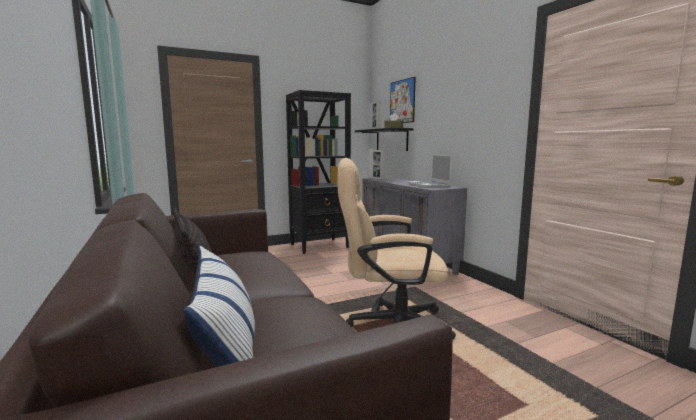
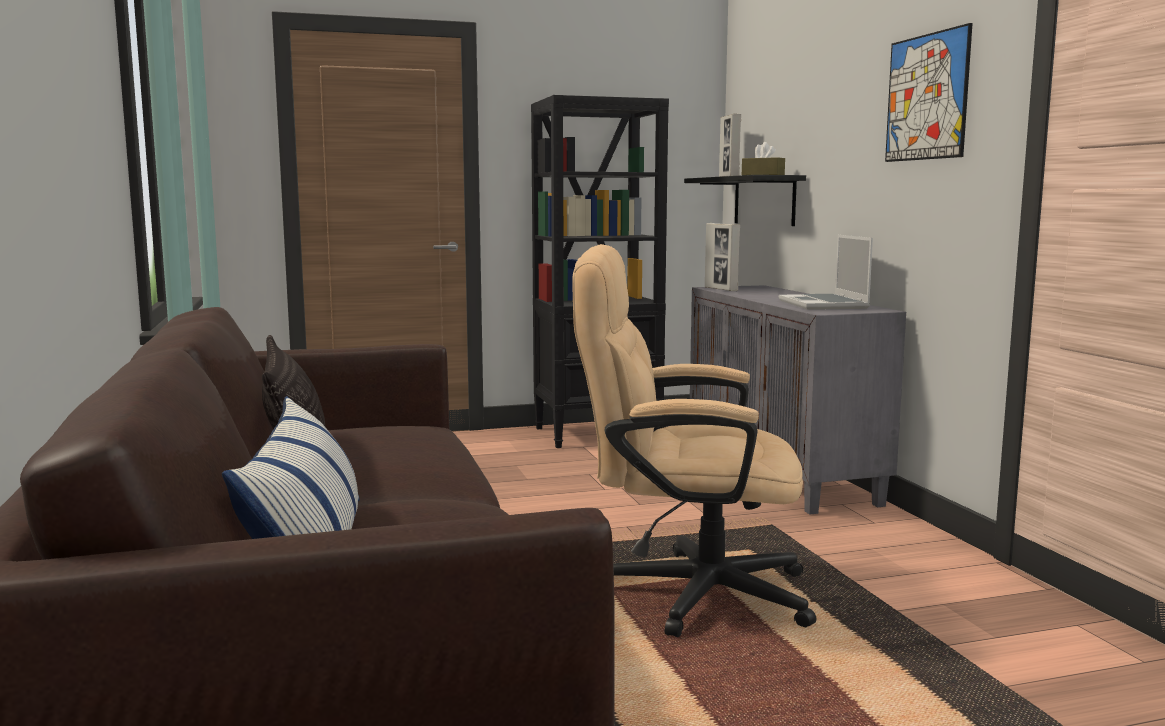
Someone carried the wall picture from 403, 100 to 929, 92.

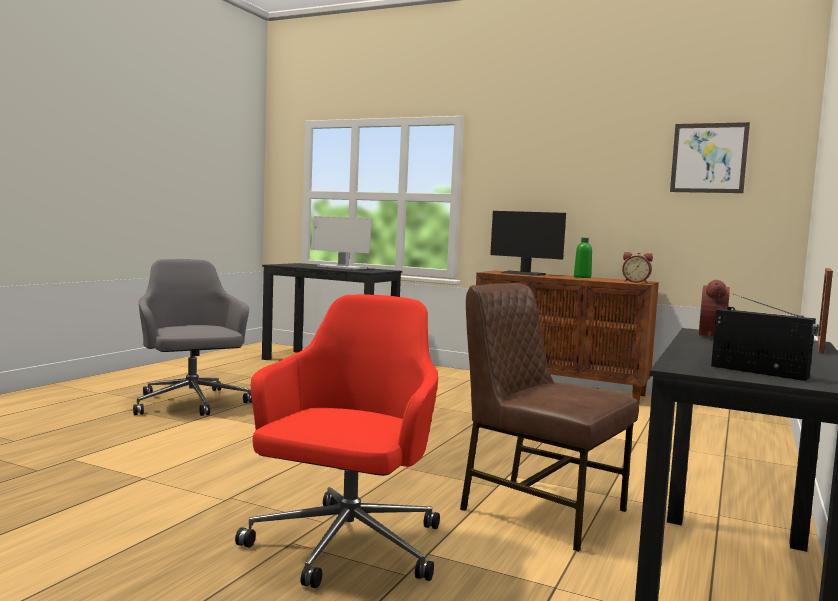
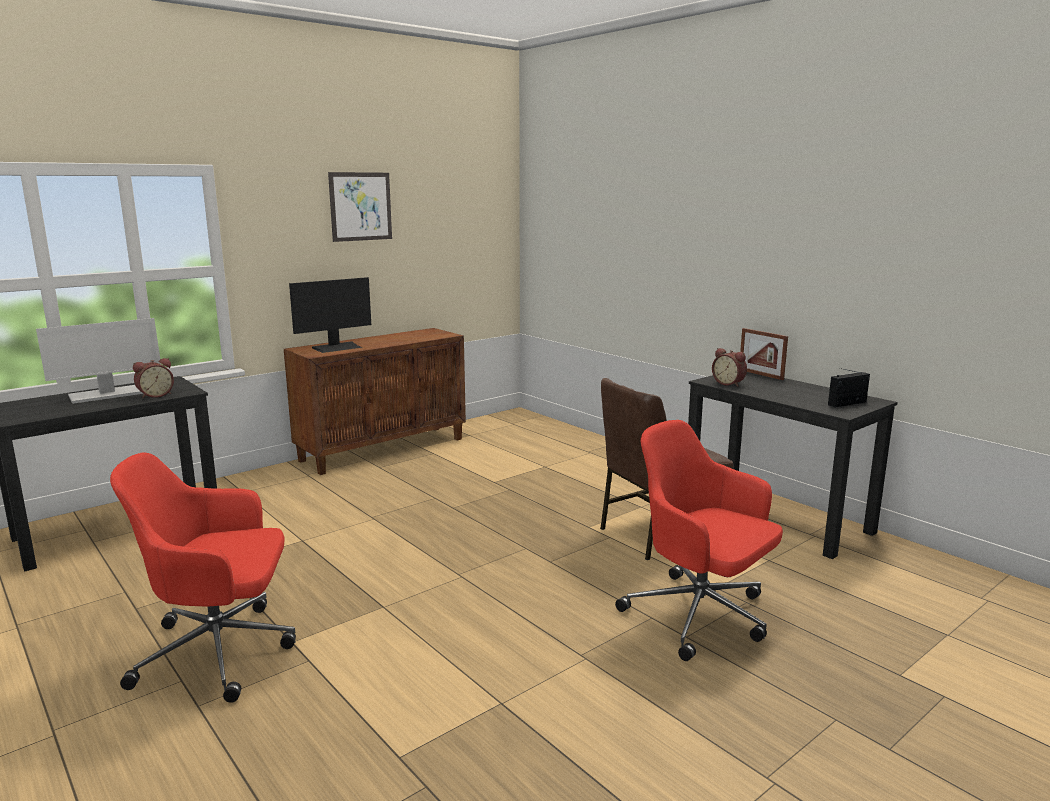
Someone took away the green drink bottle at 583, 258. Someone carried the table clock from 637, 267 to 153, 378. Someone carried the wall picture from 710, 157 to 360, 207. Someone repainted the grey computer chair at 192, 337, which became the red-coloured computer chair at 203, 577.

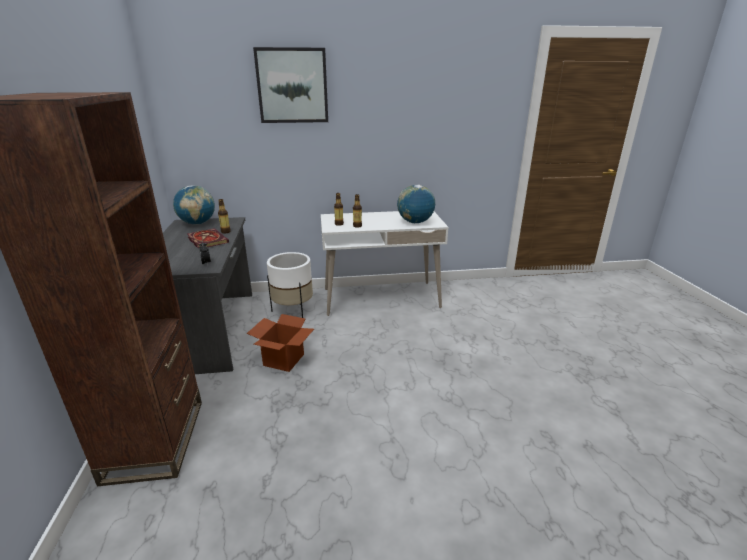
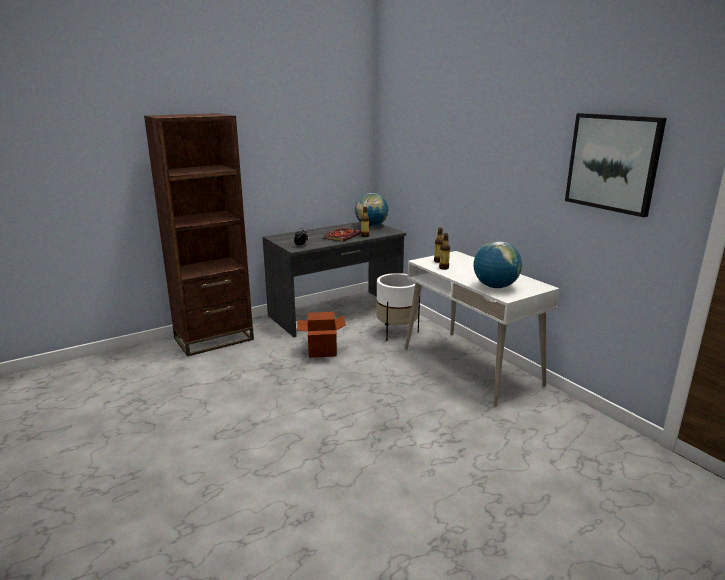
Someone carried the wall picture from 290, 85 to 616, 165.

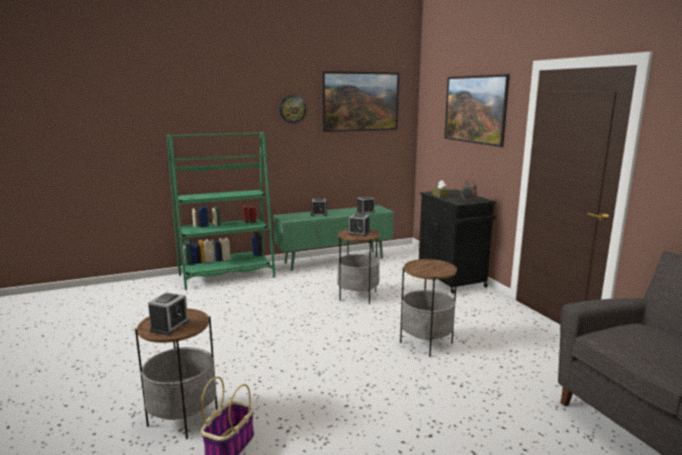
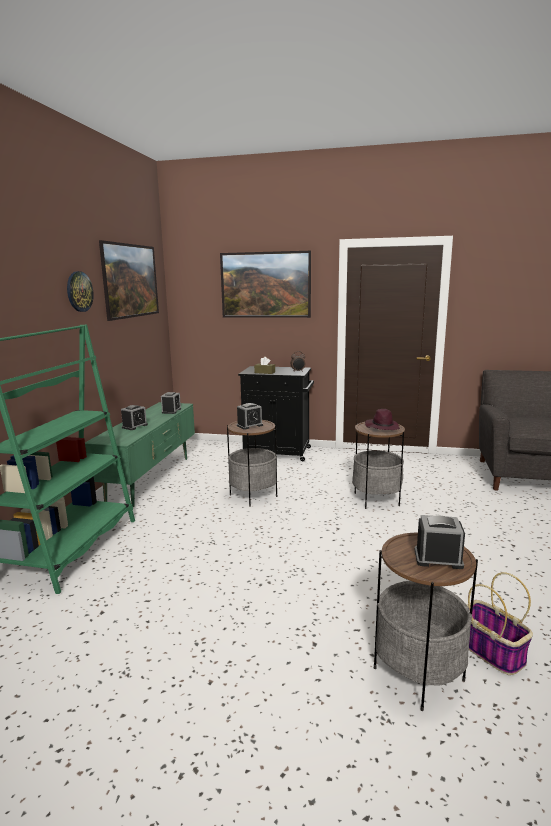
Someone put down the purple clothing hat at 382, 419. Someone rotated the table clock at 168, 314 by 45 degrees counterclockwise.

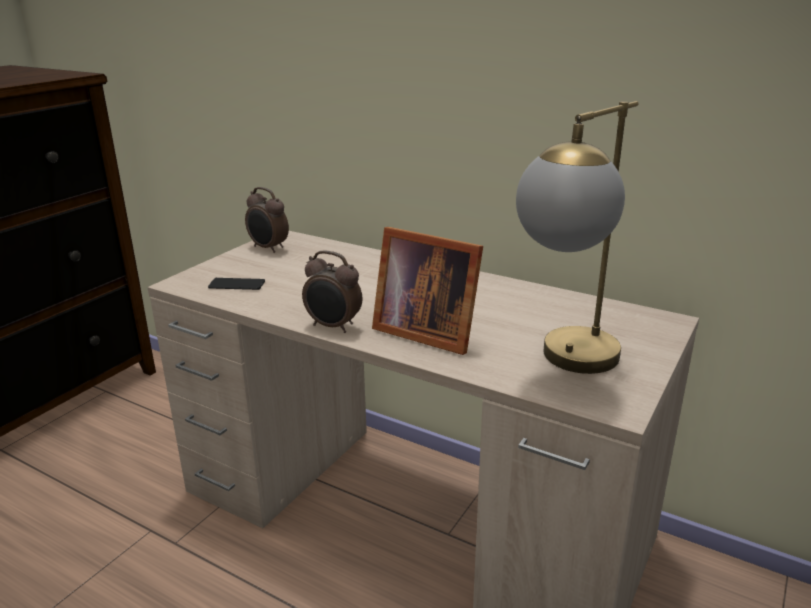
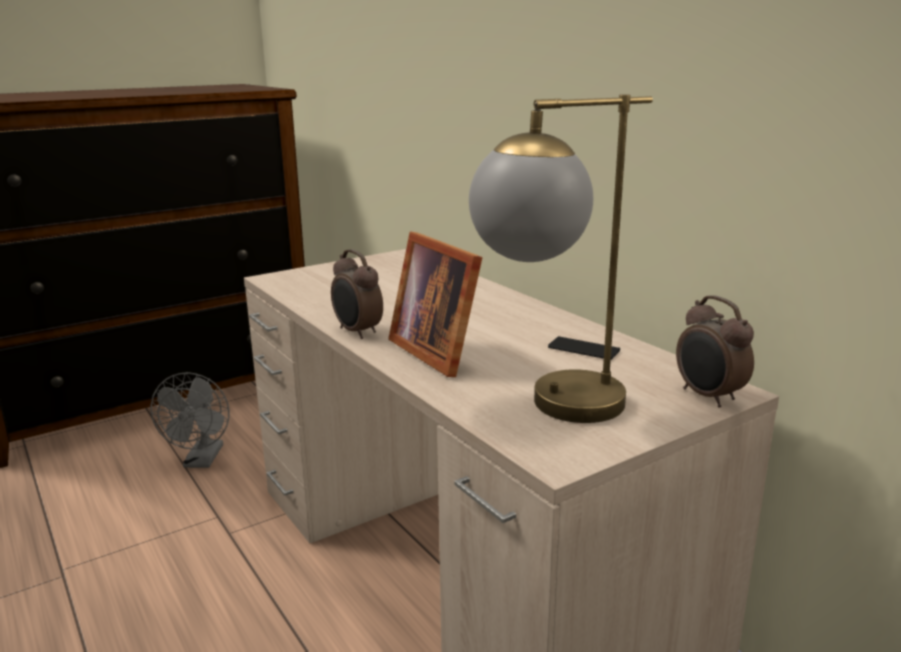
Someone put down the grey electric fan at 190, 420. Someone carried the handset from 236, 284 to 584, 348. Someone carried the table clock from 267, 220 to 715, 351.

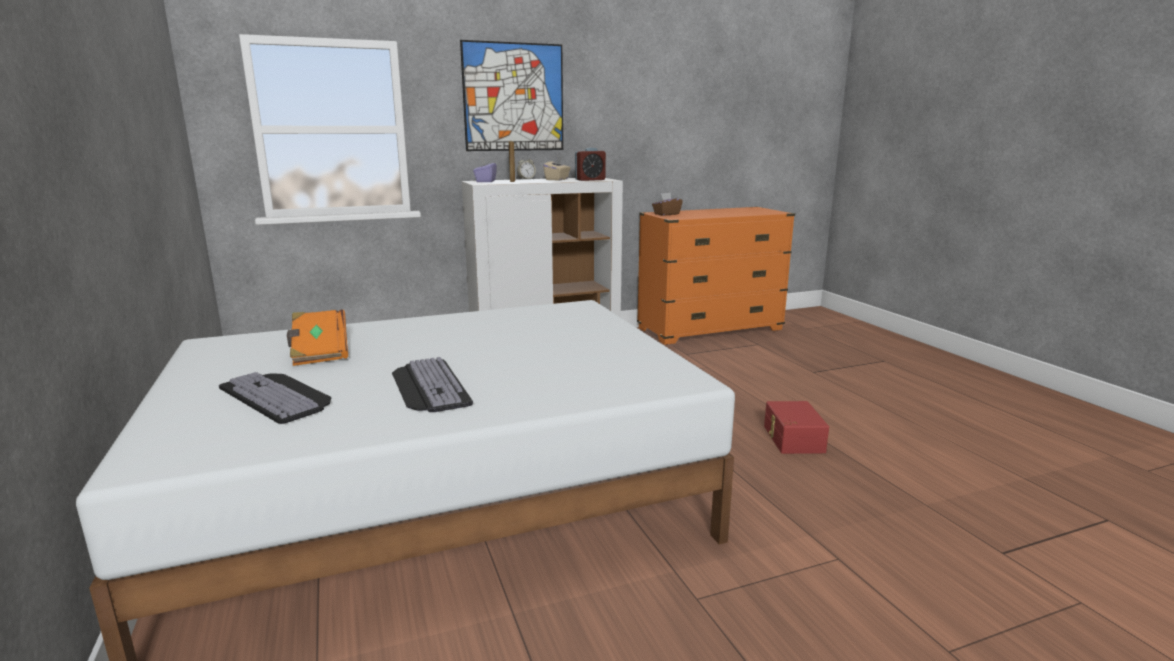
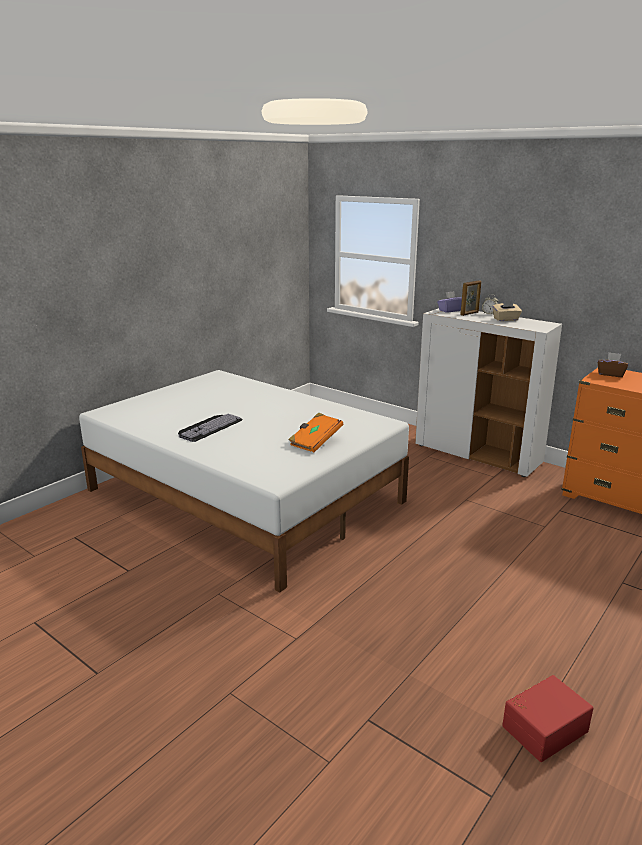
Someone took away the computer keyboard at 275, 398. Someone took away the wall picture at 511, 95. Someone took away the table clock at 590, 164. Someone carried the orange bound book from 317, 337 to 315, 432. Someone carried the red-coloured storage box from 796, 427 to 547, 718.

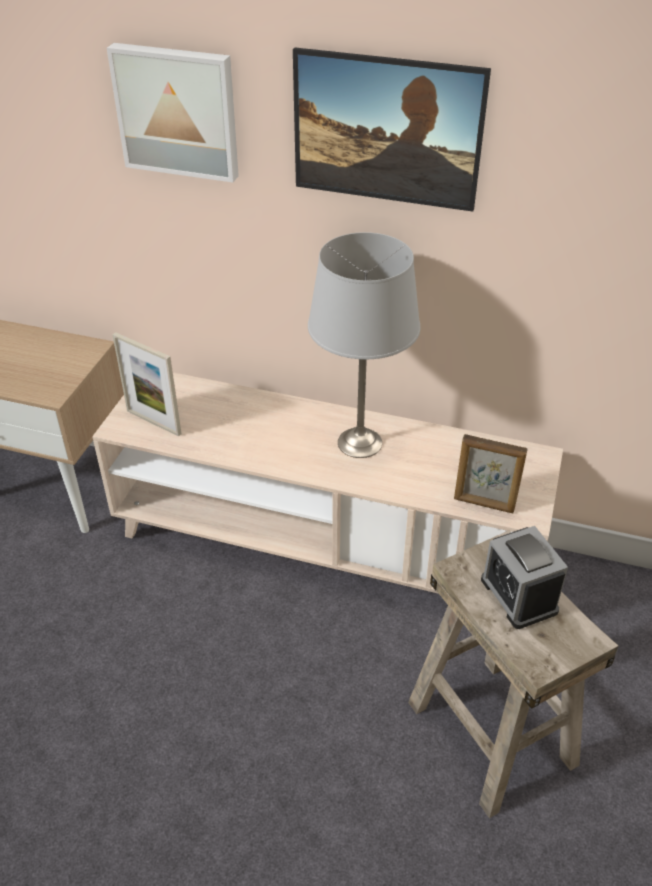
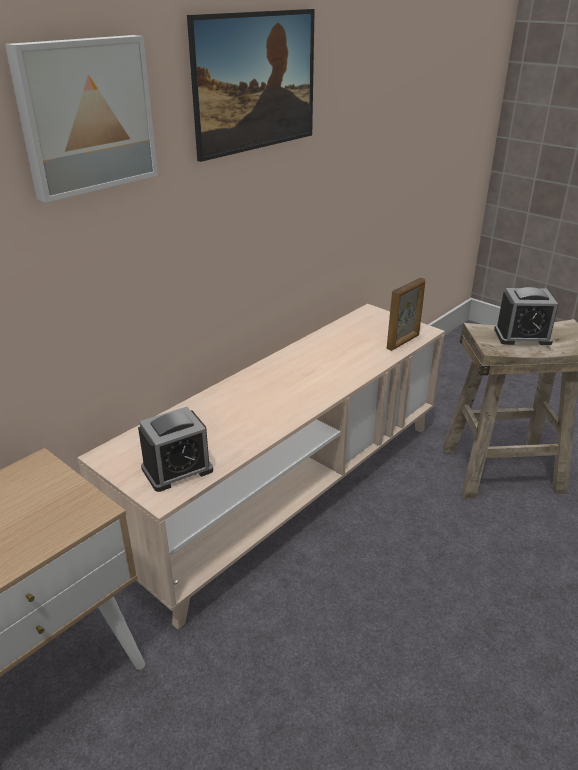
Someone took away the grey tabletop lamp at 364, 345. Someone swapped the picture frame at 147, 384 for the table clock at 175, 449.

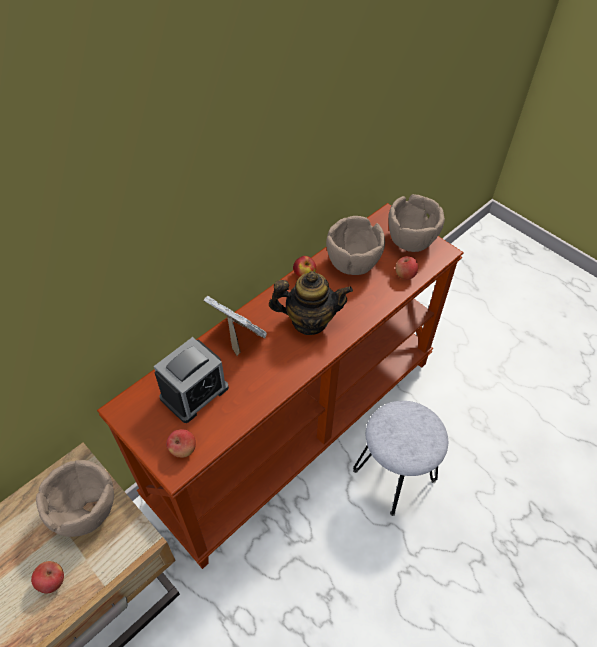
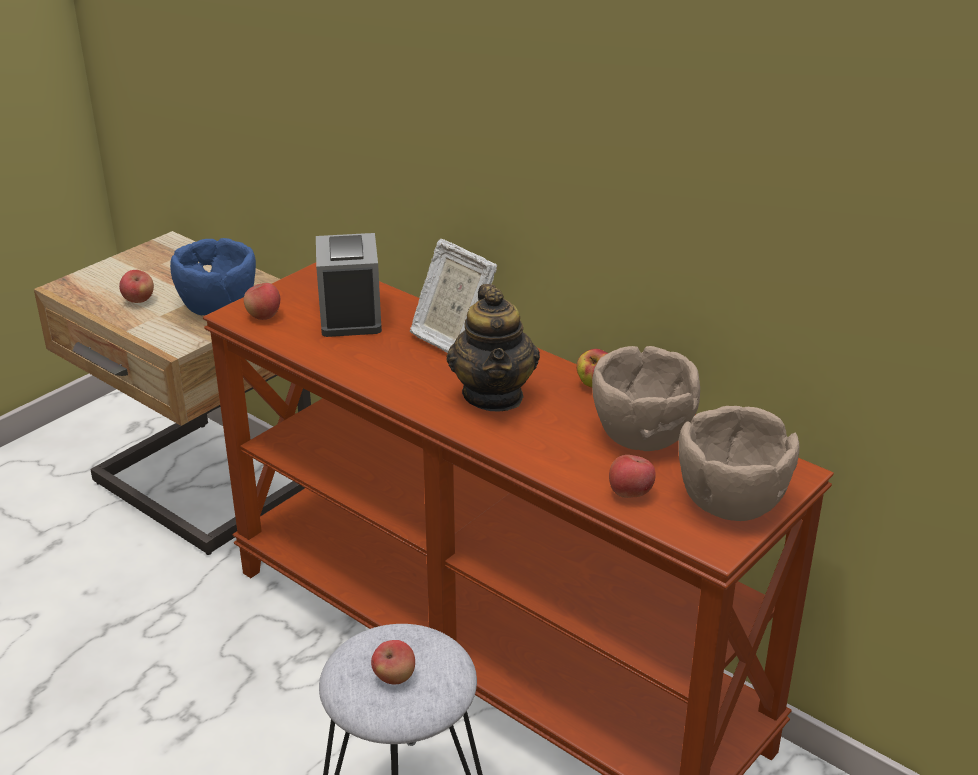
Someone put down the whole apple at 393, 662. Someone repainted the brown-coloured deep dish at 75, 498, which became the blue-coloured deep dish at 213, 277. Someone rotated the table clock at 191, 380 by 135 degrees counterclockwise. Someone rotated the picture frame at 235, 326 by 105 degrees clockwise.

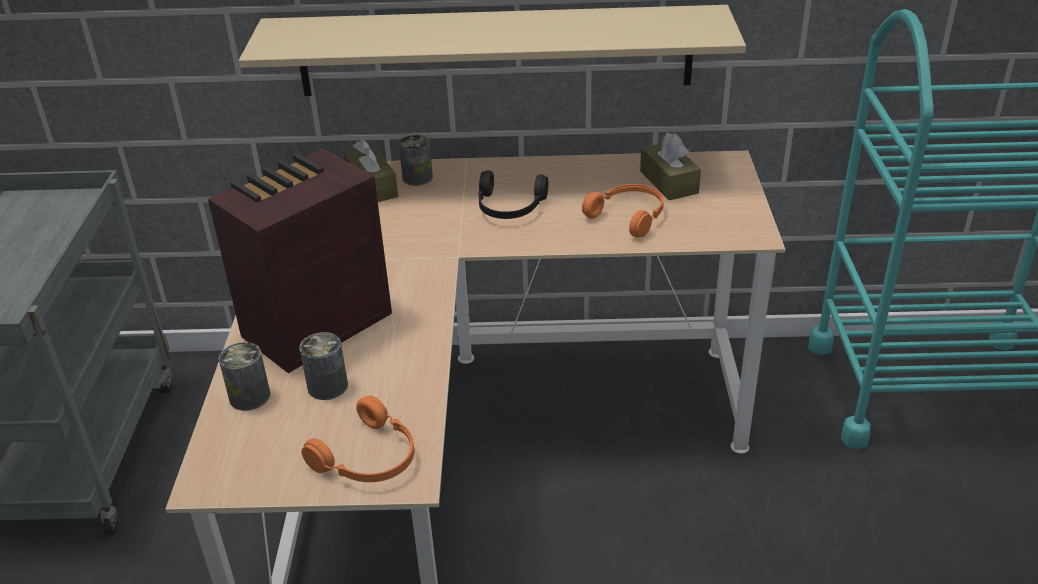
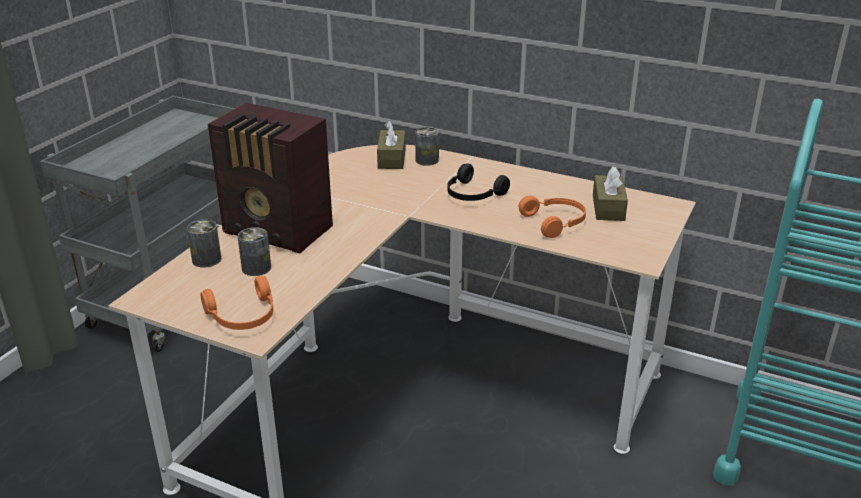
Someone took away the beige bracket shelf at 492, 50. Someone rotated the radio receiver at 300, 261 by 135 degrees counterclockwise.

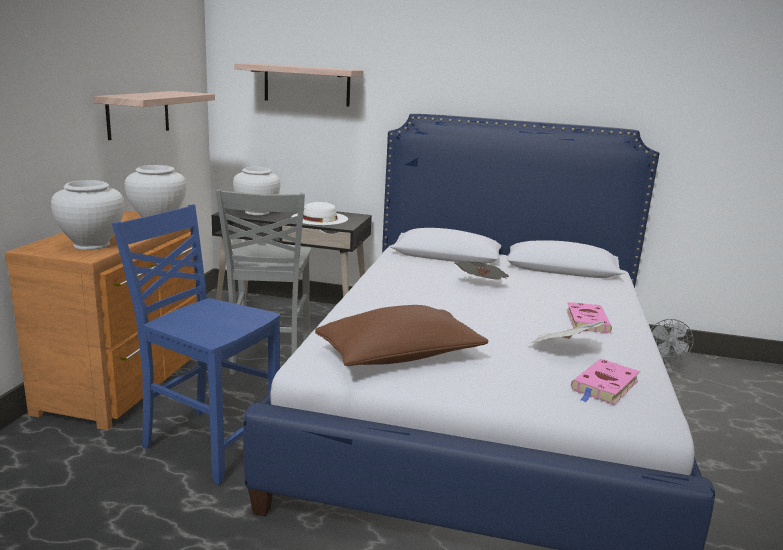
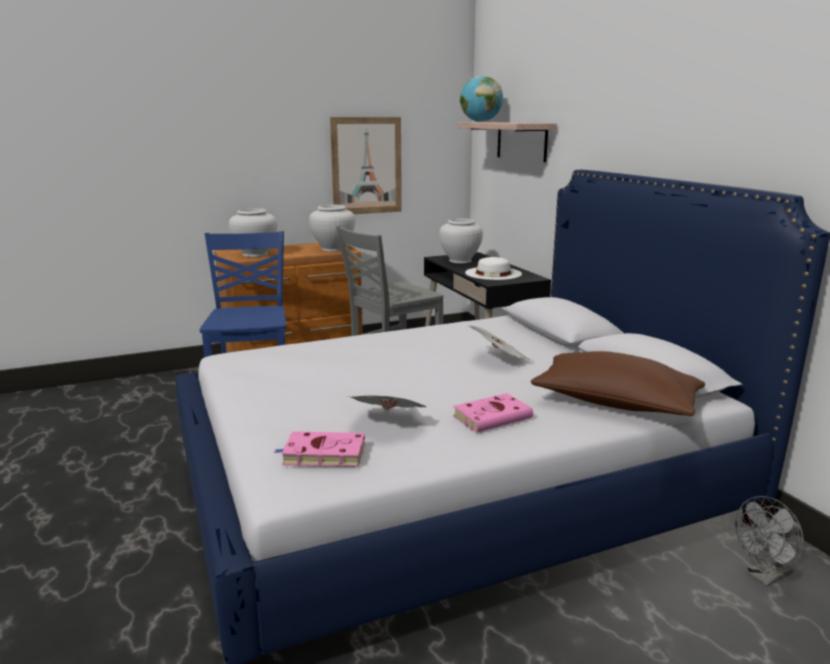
Someone put down the globe at 481, 99. Someone carried the brown-coloured throw pillow from 402, 335 to 618, 383. Someone swapped the bracket shelf at 154, 115 for the wall picture at 366, 165.

